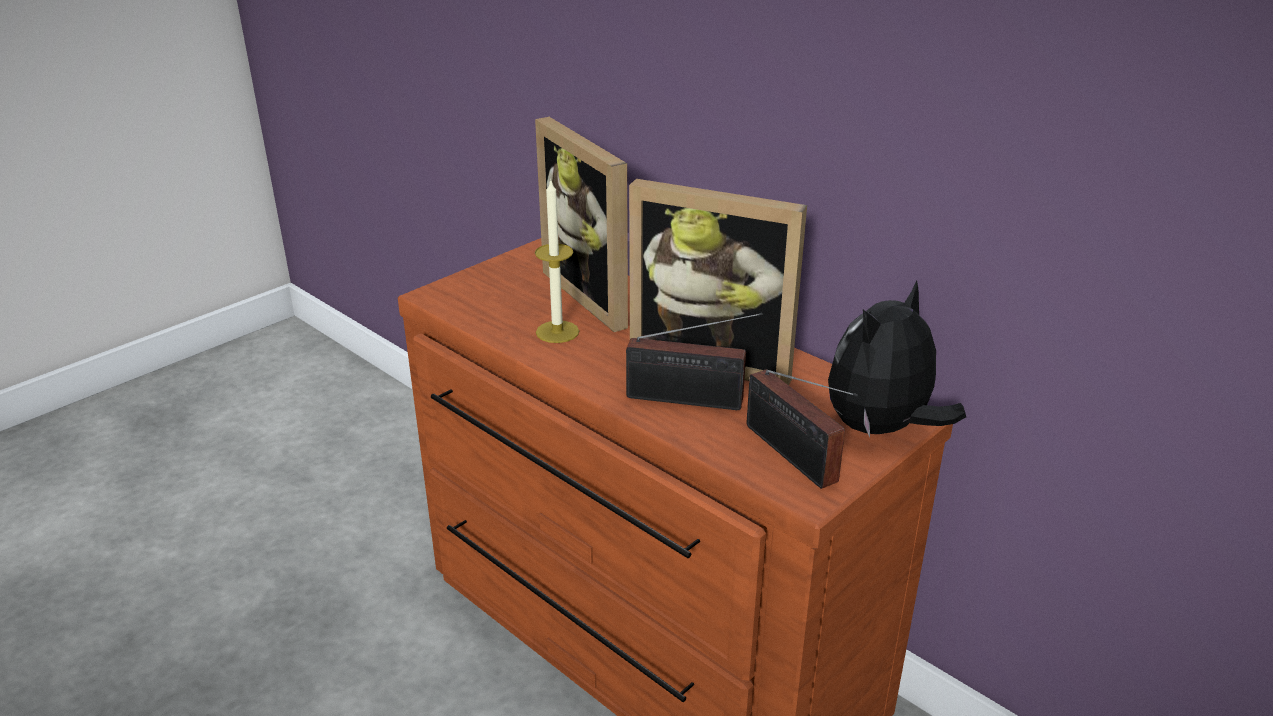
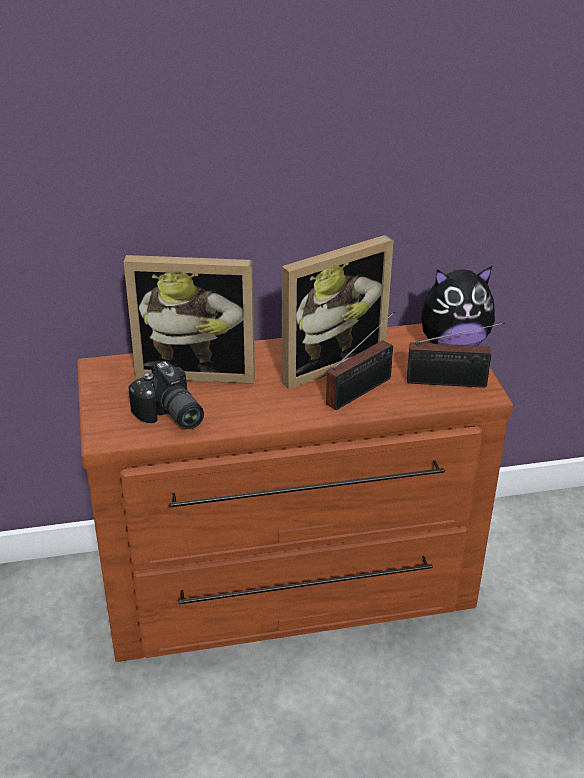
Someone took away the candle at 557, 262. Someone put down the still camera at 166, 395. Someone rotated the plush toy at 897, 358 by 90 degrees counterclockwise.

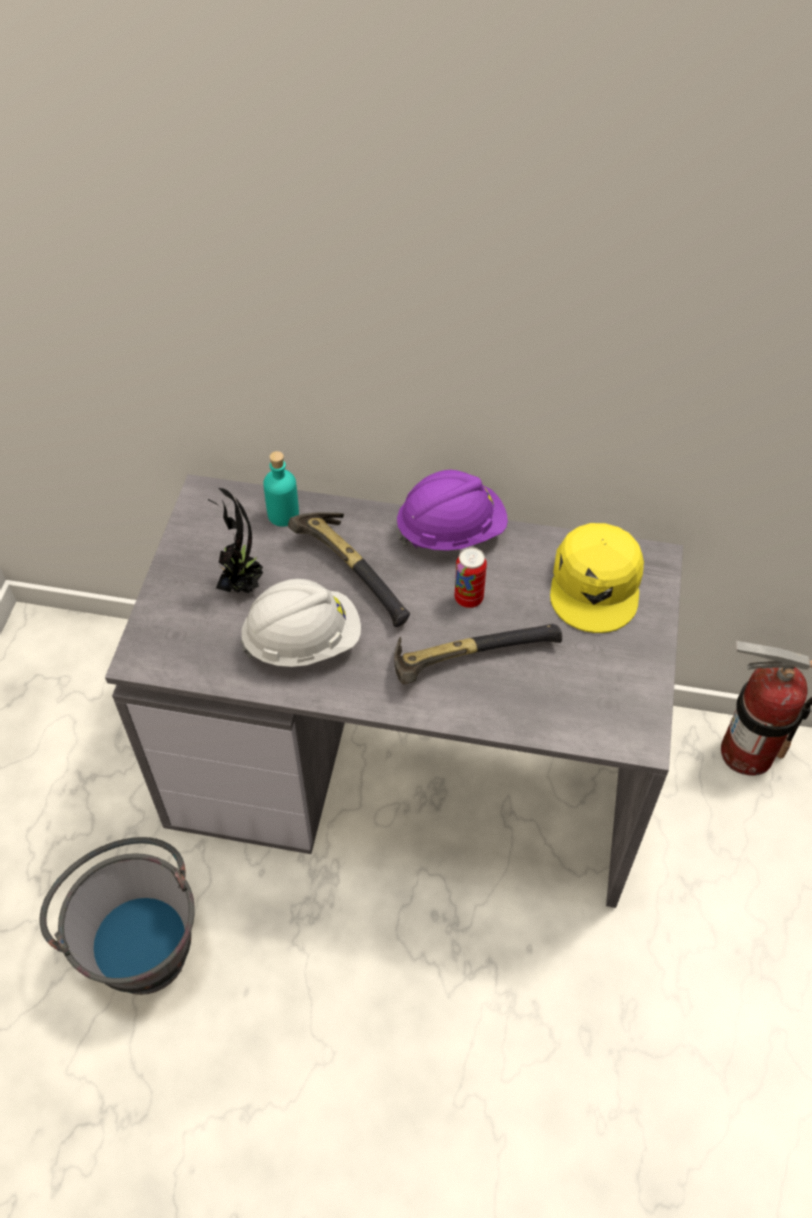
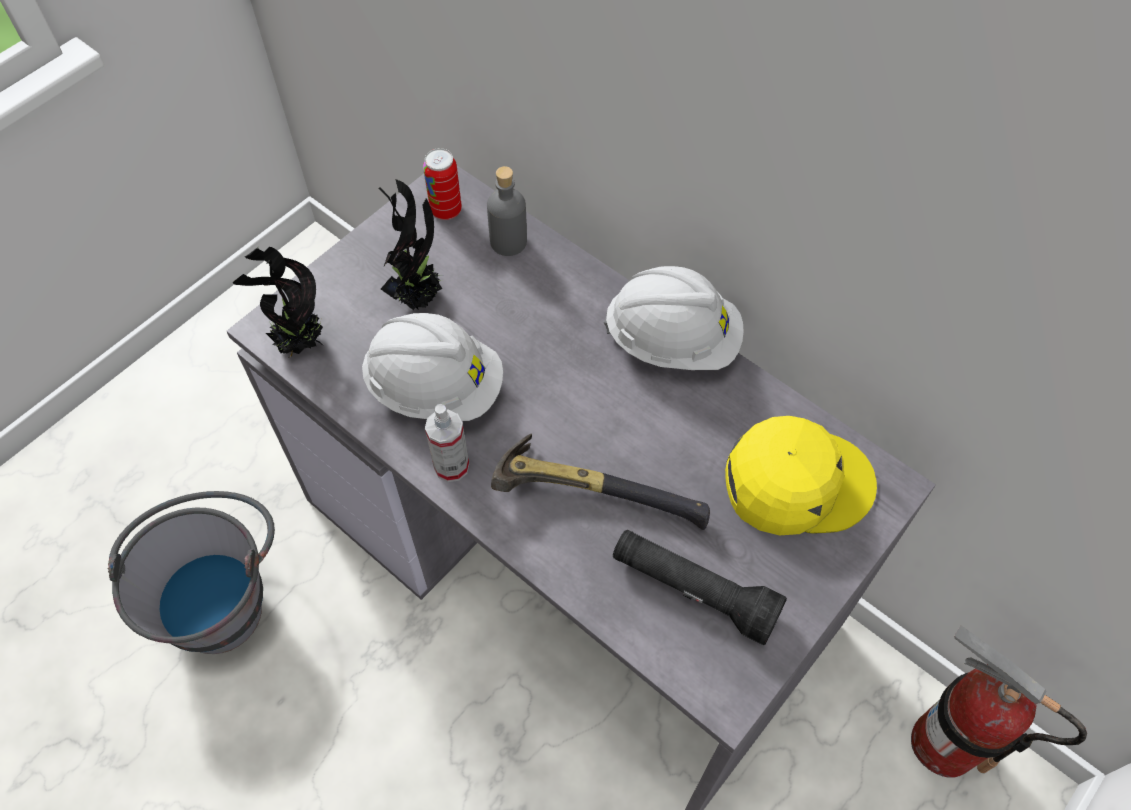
Someone took away the hammer at 349, 569. Someone put down the potted plant at 278, 302. Someone put down the sprayer at 447, 443. Someone put down the black torch at 700, 587. Someone carried the sealed can from 470, 577 to 442, 184. Someone repainted the turquoise drink bottle at 281, 489, which became the grey drink bottle at 507, 211. Someone repainted the purple work helmet at 452, 510, which became the whitish work helmet at 674, 318. Someone rotated the yellowish cap at 597, 578 by 135 degrees counterclockwise.

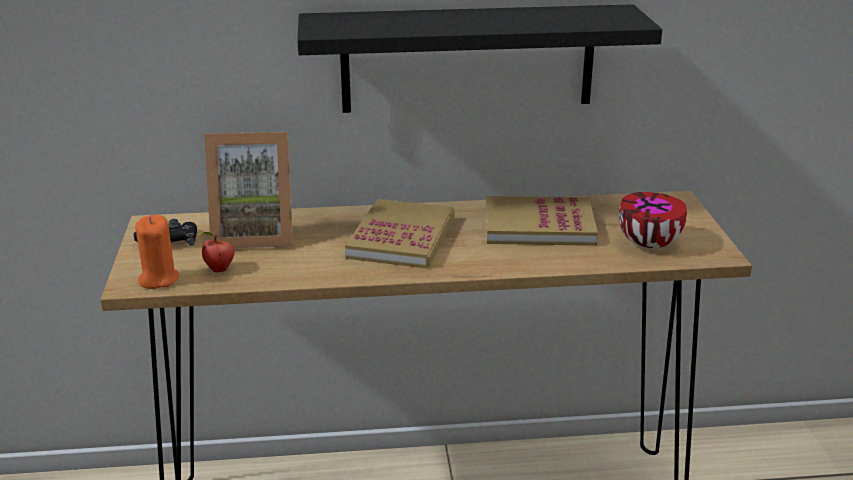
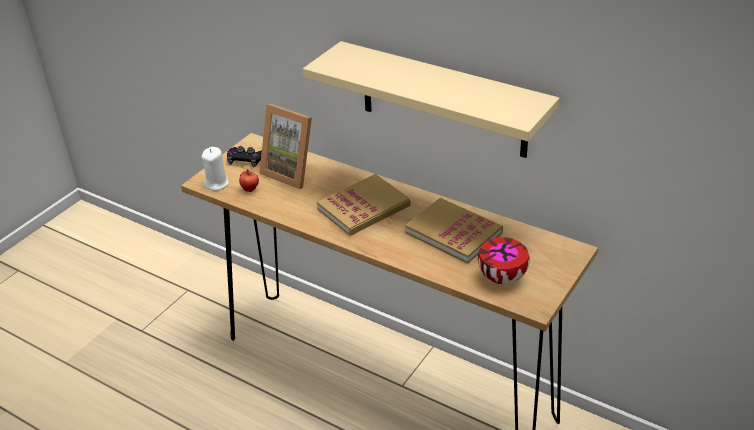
Someone repainted the orange candle at 157, 252, which became the whitish candle at 215, 169. Someone repainted the black bracket shelf at 479, 58, which became the beige bracket shelf at 431, 99.

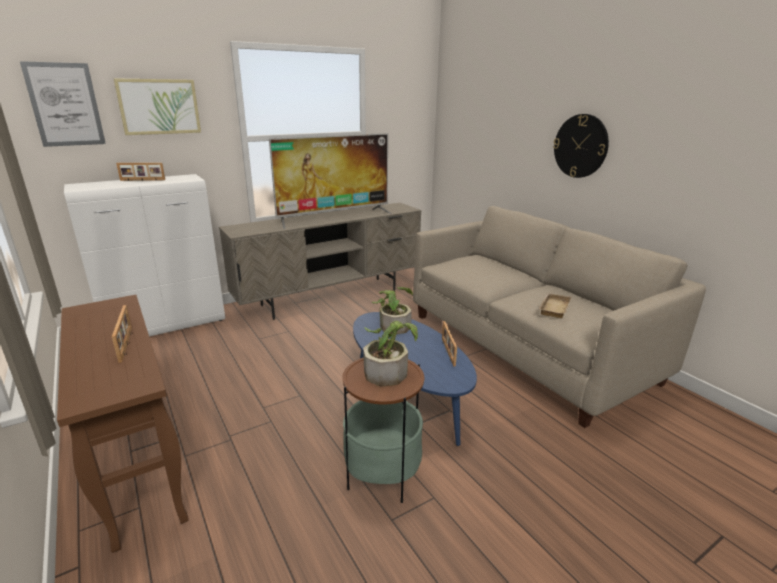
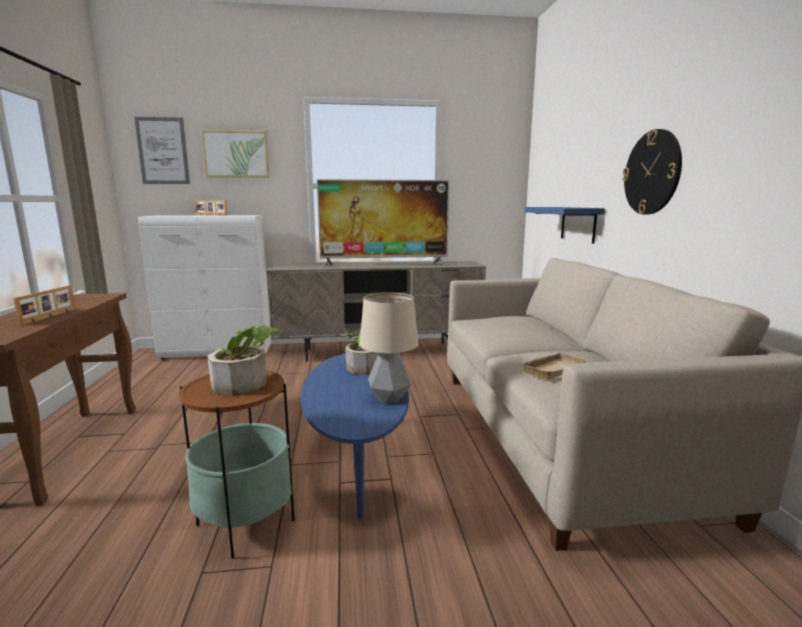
Someone put up the blue-coloured bracket shelf at 564, 225. Someone swapped the picture frame at 449, 344 for the tabletop lamp at 388, 348.

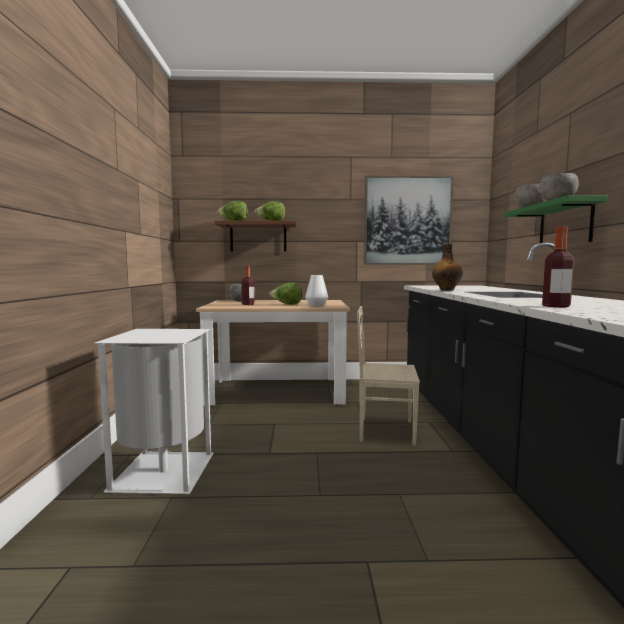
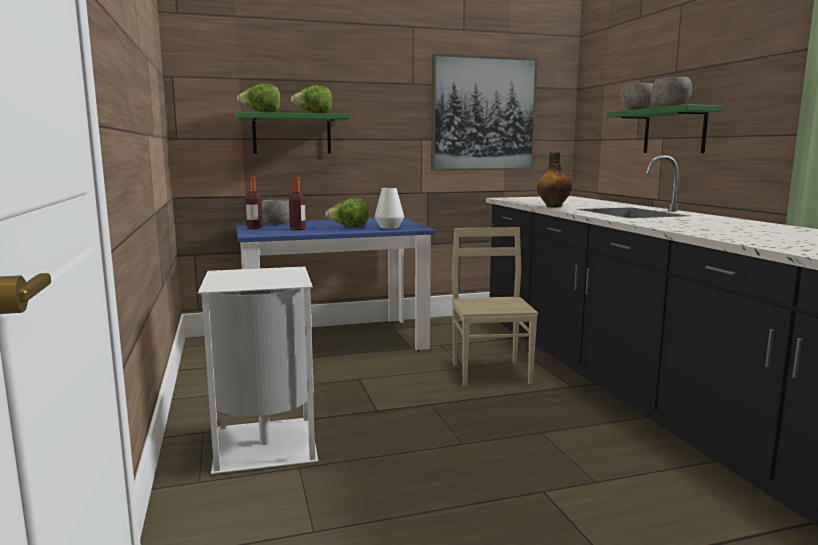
Someone carried the drink bottle from 558, 266 to 254, 202. Someone repainted the beige kitchen table at 273, 353, which became the blue-coloured kitchen table at 335, 285. Someone repainted the brown-coloured bracket shelf at 255, 236, which became the green bracket shelf at 293, 133. Someone rotated the beige upright chair at 388, 376 by 90 degrees clockwise.

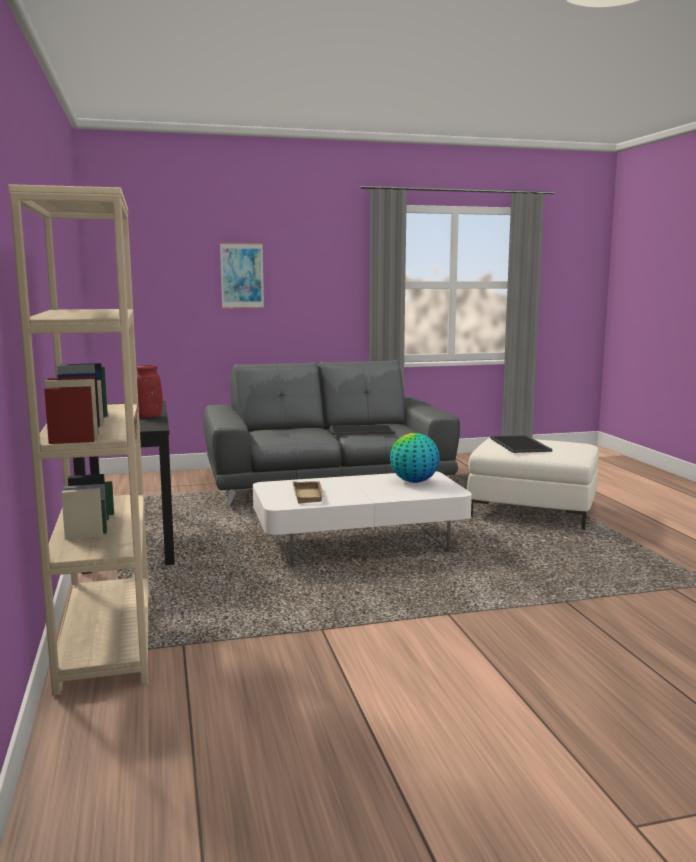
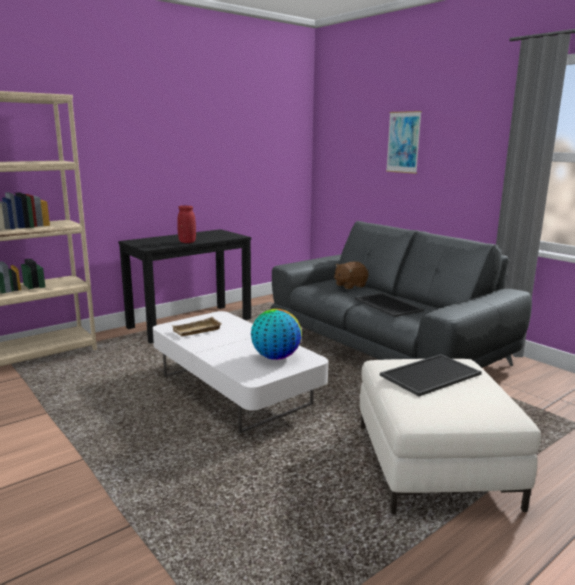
Someone put down the brown-coloured plush toy at 351, 275.

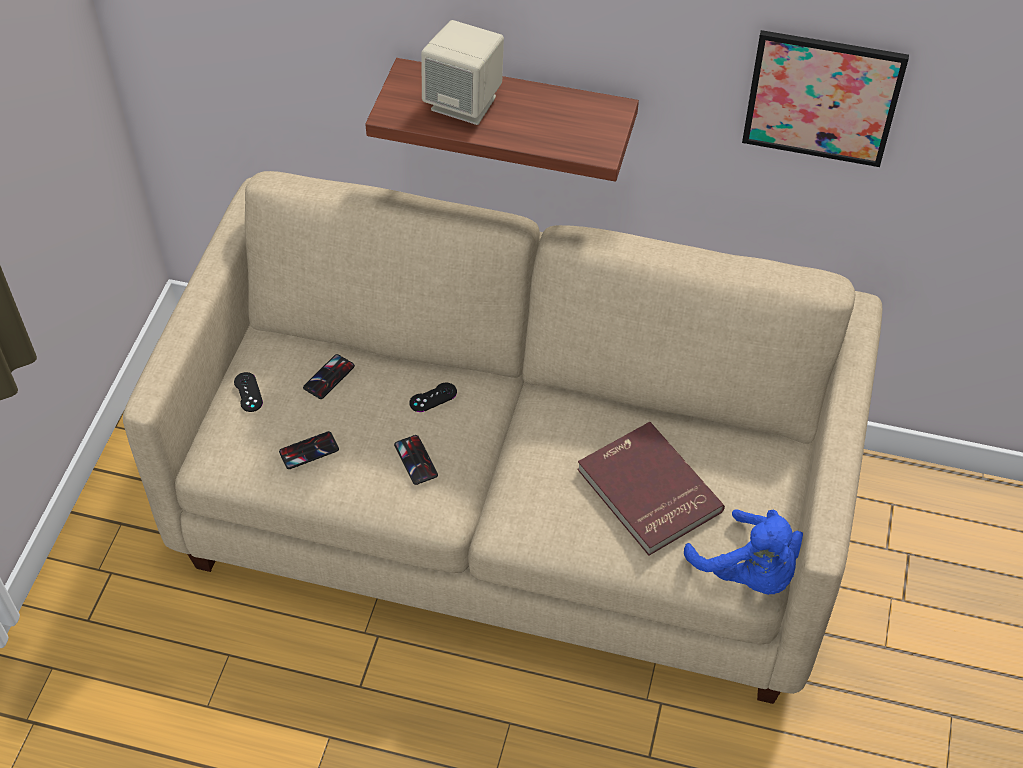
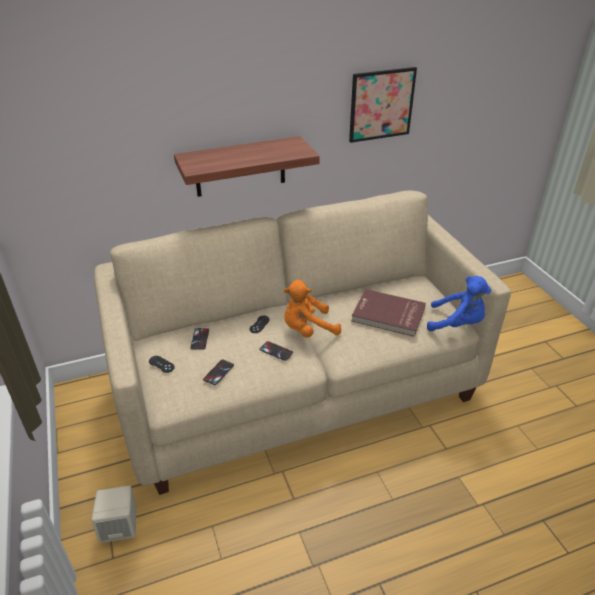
Someone put down the orange plush toy at 312, 309. Someone carried the beige speaker from 462, 72 to 114, 514.

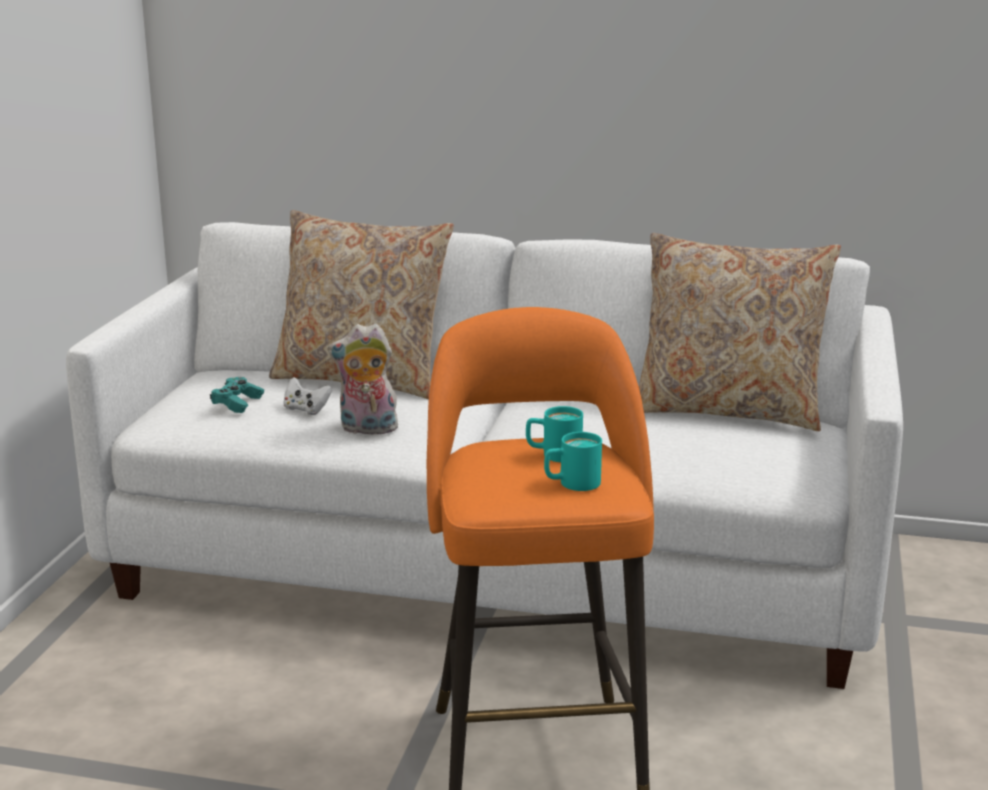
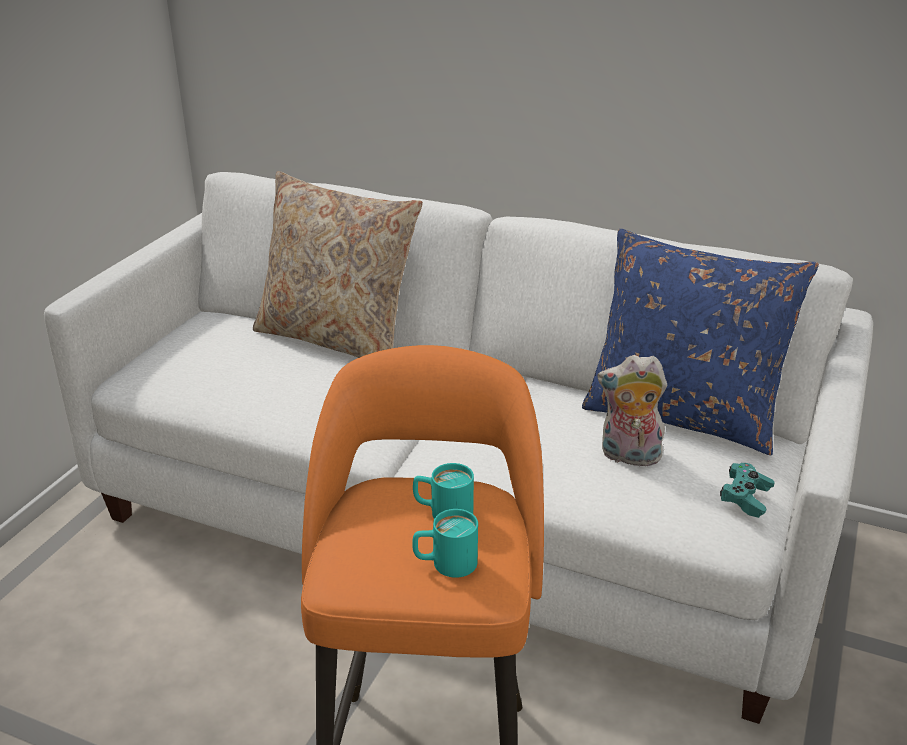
Someone took away the whitish gamepad at 308, 396. Someone carried the turquoise gamepad from 237, 395 to 747, 490. Someone carried the plush toy from 363, 378 to 632, 412. Someone repainted the beige throw pillow at 740, 332, which became the blue-coloured throw pillow at 700, 342.

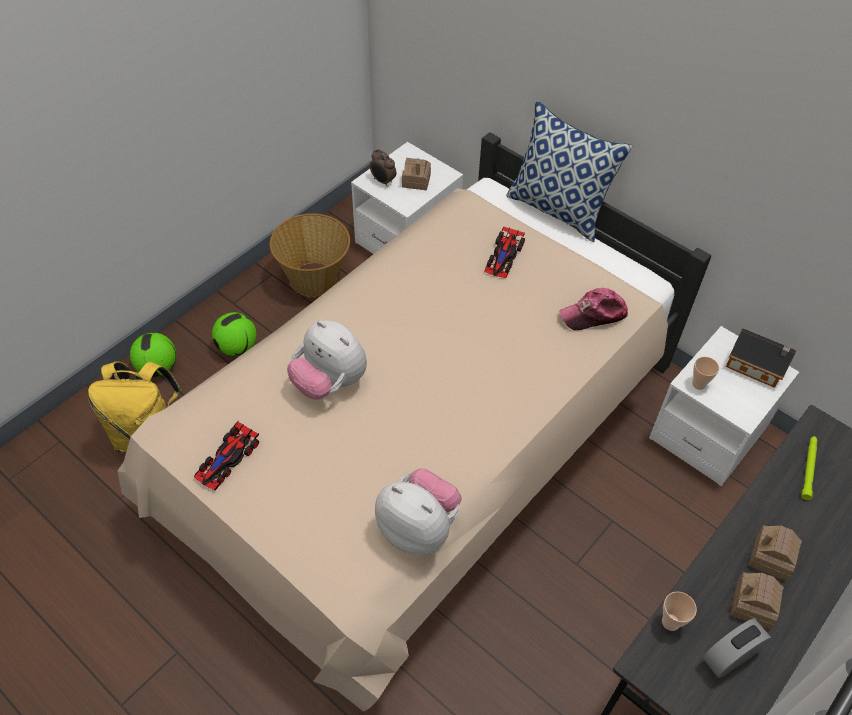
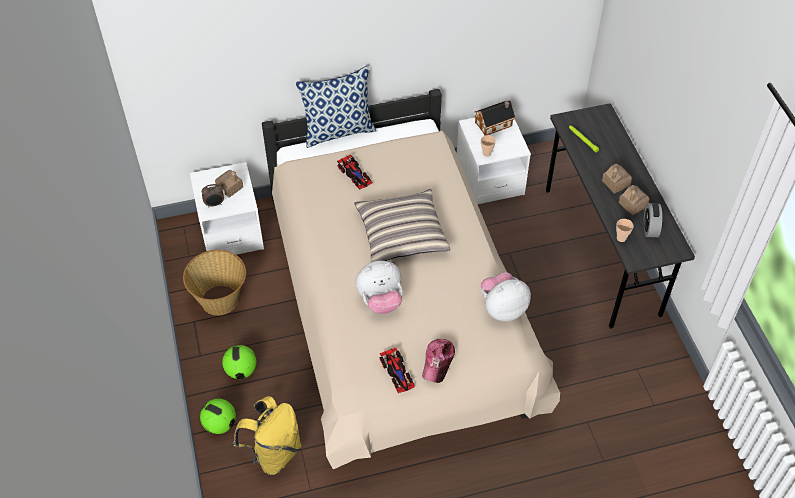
Someone put down the throw pillow at 402, 225. Someone carried the cap from 593, 309 to 438, 361.

